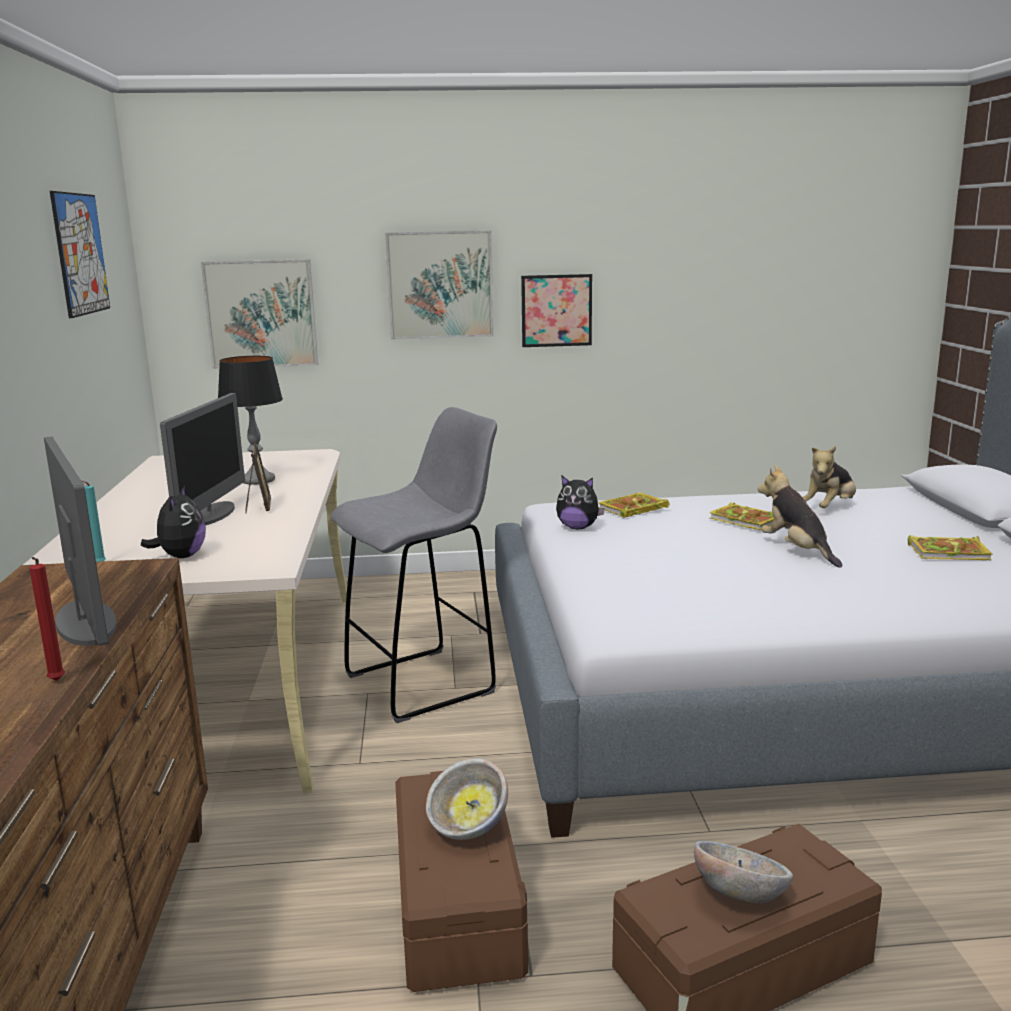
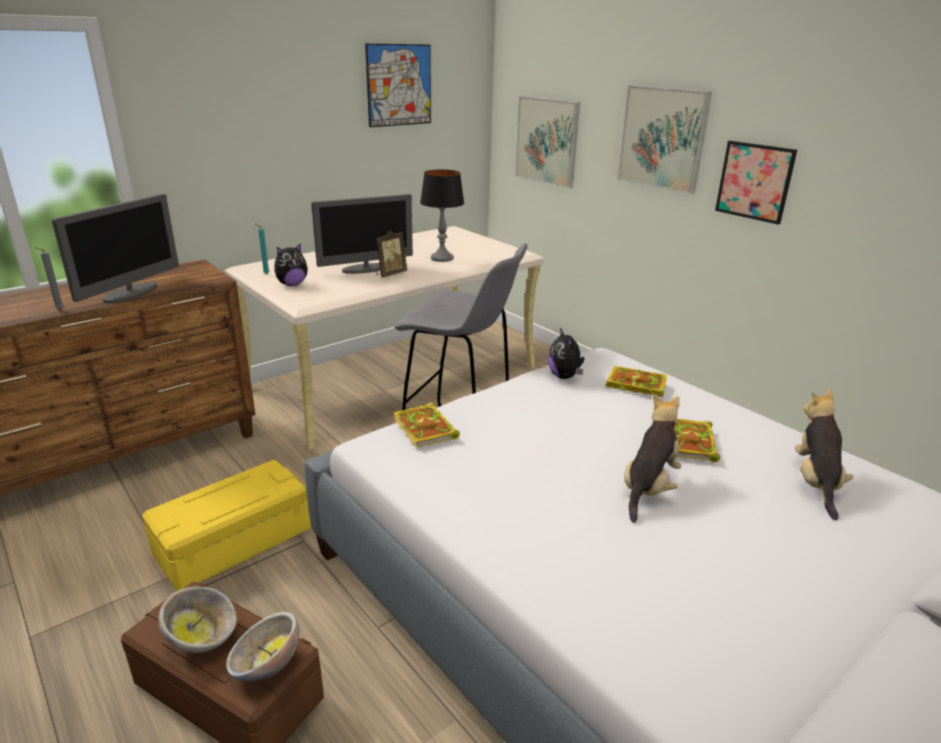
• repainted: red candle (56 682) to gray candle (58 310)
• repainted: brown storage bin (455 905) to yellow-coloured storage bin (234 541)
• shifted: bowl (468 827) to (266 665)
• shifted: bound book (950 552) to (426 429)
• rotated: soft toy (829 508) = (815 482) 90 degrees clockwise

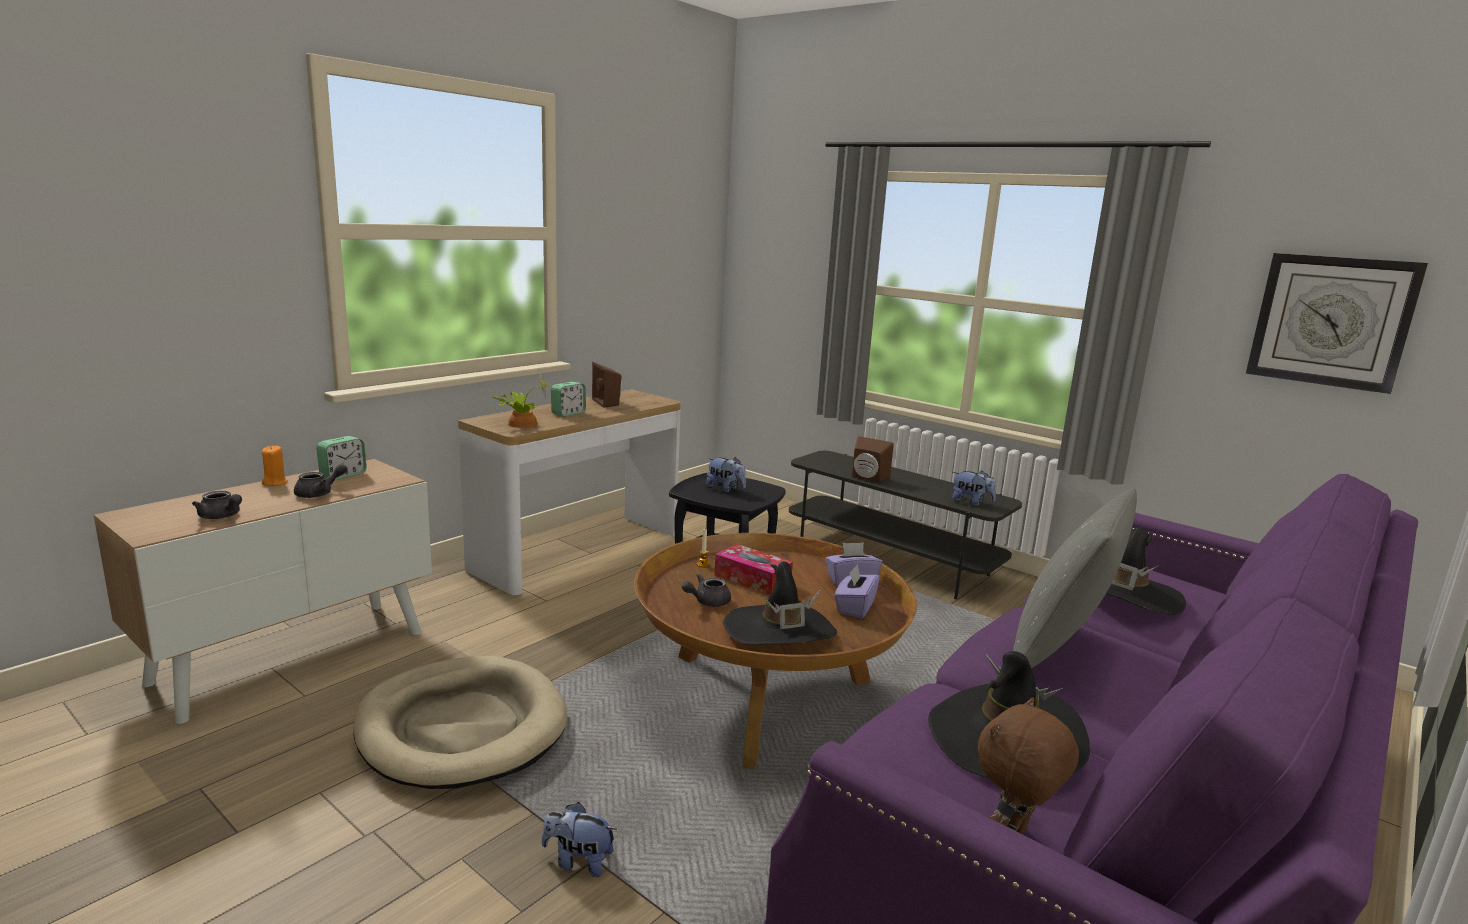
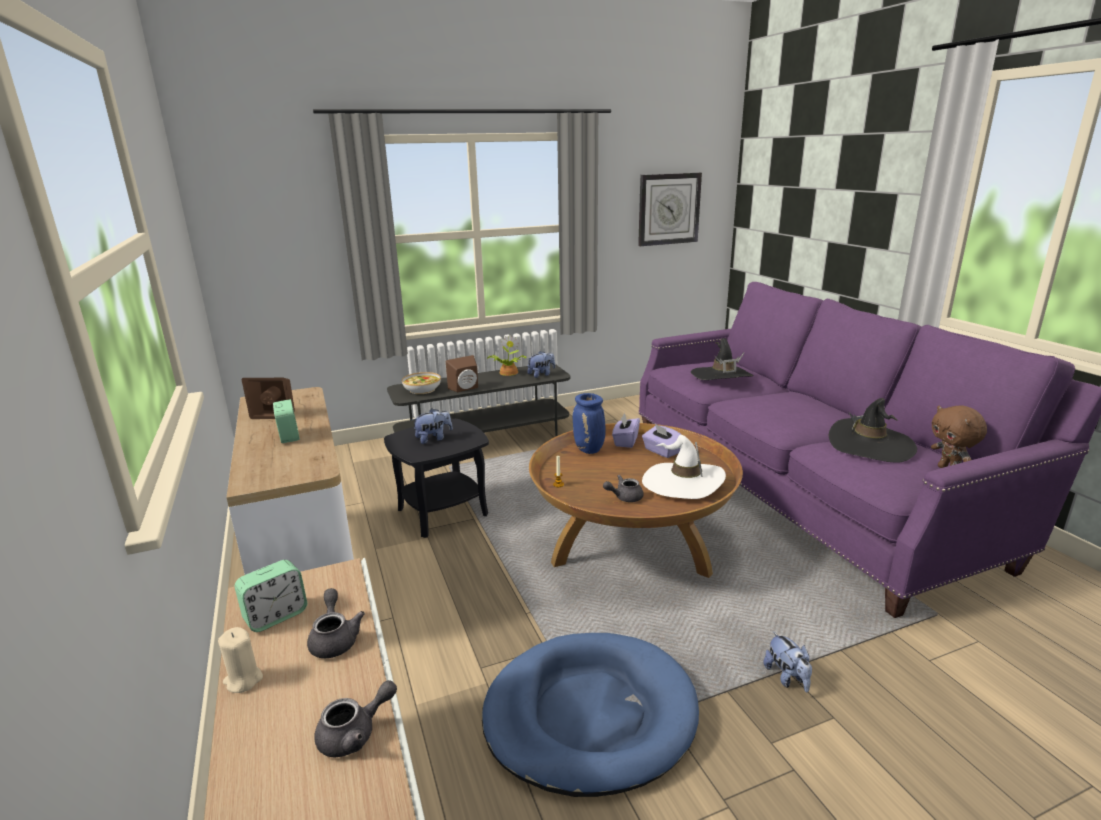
• repainted: orangey candle (275 482) to sand-coloured candle (243 680)
• rotated: table clock (343 475) = (276 616) 75 degrees clockwise
• new: bowl (422 389)
• repainted: sand-coloured dog bed (462 728) to blue-coloured dog bed (589 715)
• shifted: houseplant (521 424) to (507 373)
• new: blue-coloured flower vase (589 450)
• rotated: gray pot for tea (707 602) = (624 497) 75 degrees clockwise
• repainted: blackish hat (779 631) to white-coloured hat (682 483)
• rotated: soft toy (578 861) = (787 678) 60 degrees counterclockwise
• gone: tissue box (752 579)
• gone: gray throw pillow (1060 651)

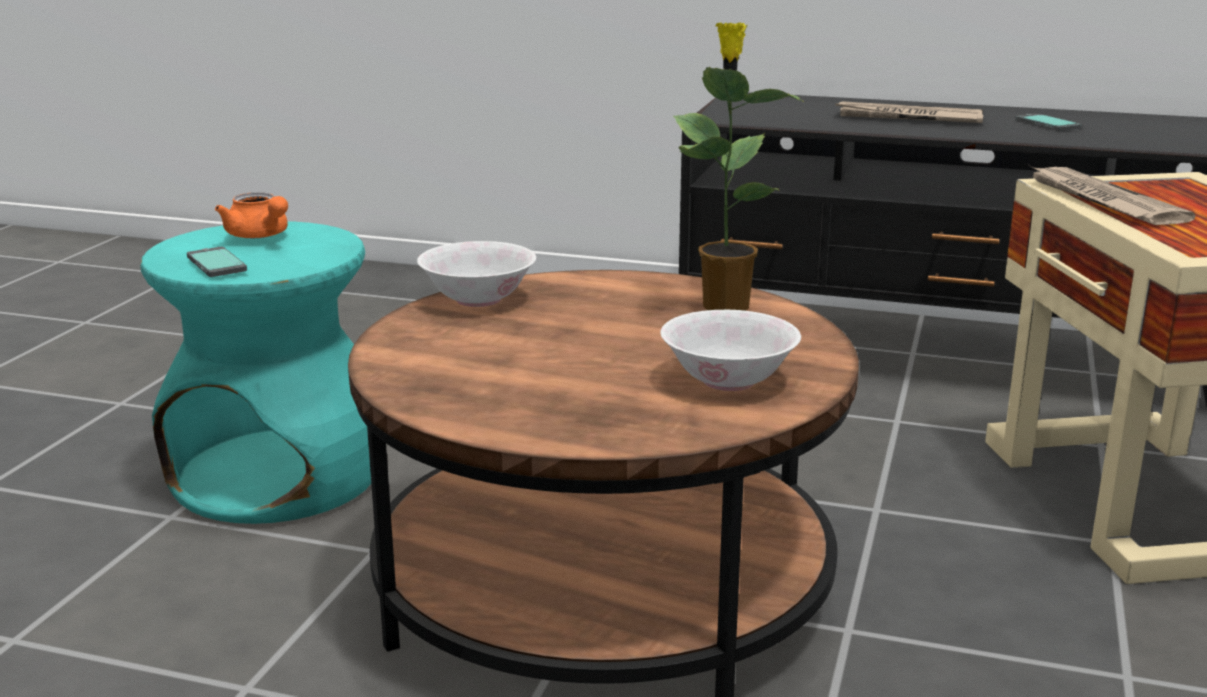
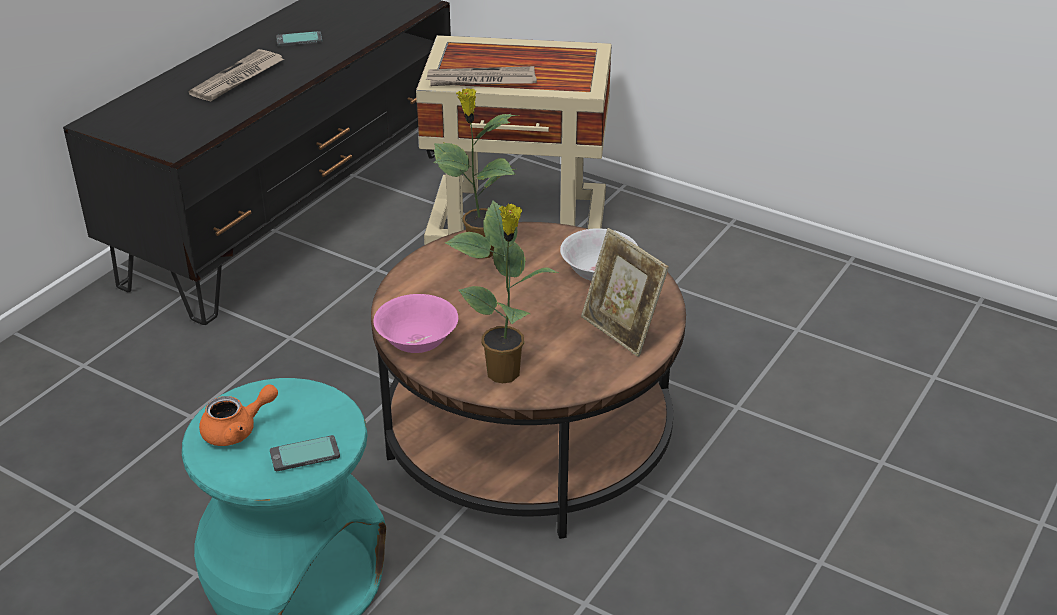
• repainted: white-coloured bowl (478 299) to pink bowl (416 343)
• new: houseplant (505 374)
• new: standing frame (621 331)

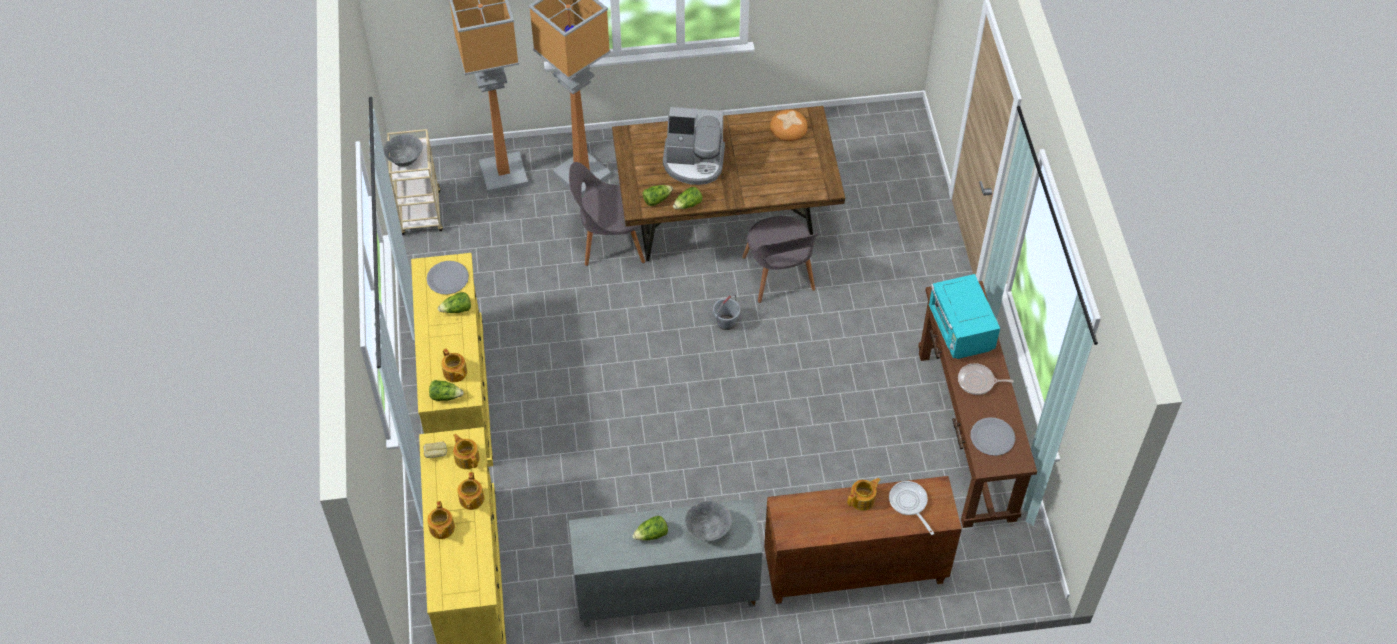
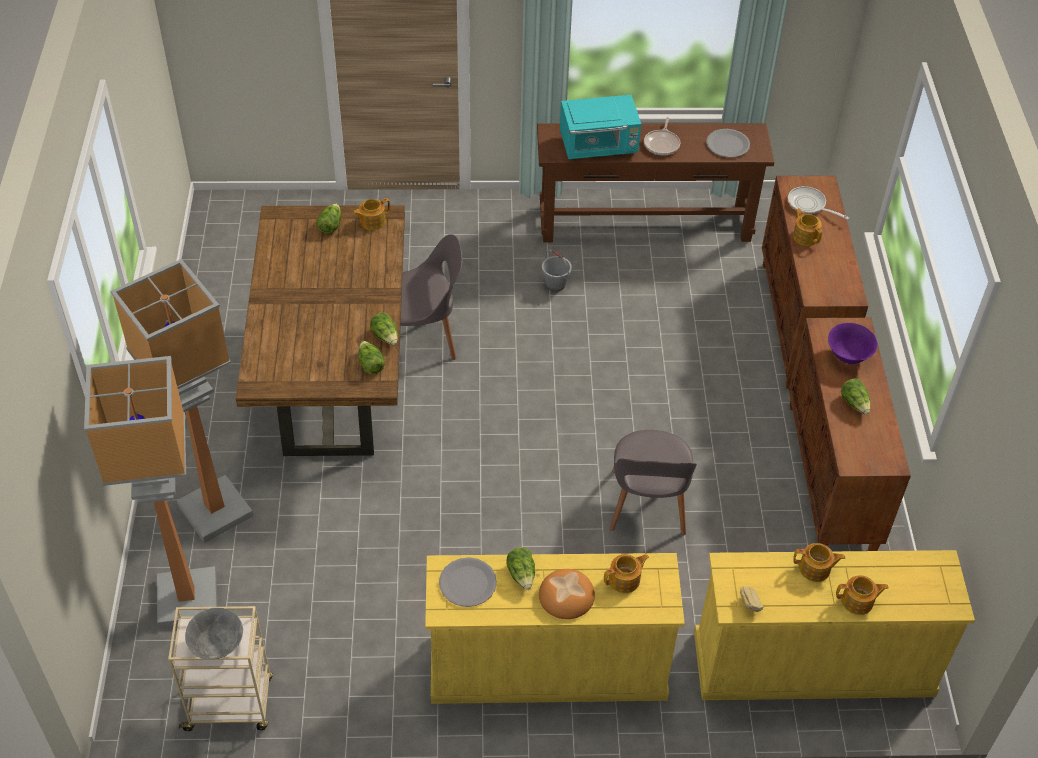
• shifted: lettuce (445 396) to (330 225)
• shifted: pot for tea (467 458) to (372 221)
• shifted: baked bread (788 127) to (566 596)
• shifted: gray water bucket (726 323) to (556 284)
• shifted: gray upright chair (610 241) to (647 505)
• rotated: pan (909 504) = (809 205) 60 degrees clockwise
• repainted: gray storage cabinet (665 594) to brown storage cabinet (832 477)
• repainted: gray bowl (707 531) to purplish bowl (848 357)
• gone: coffee machine (694 162)

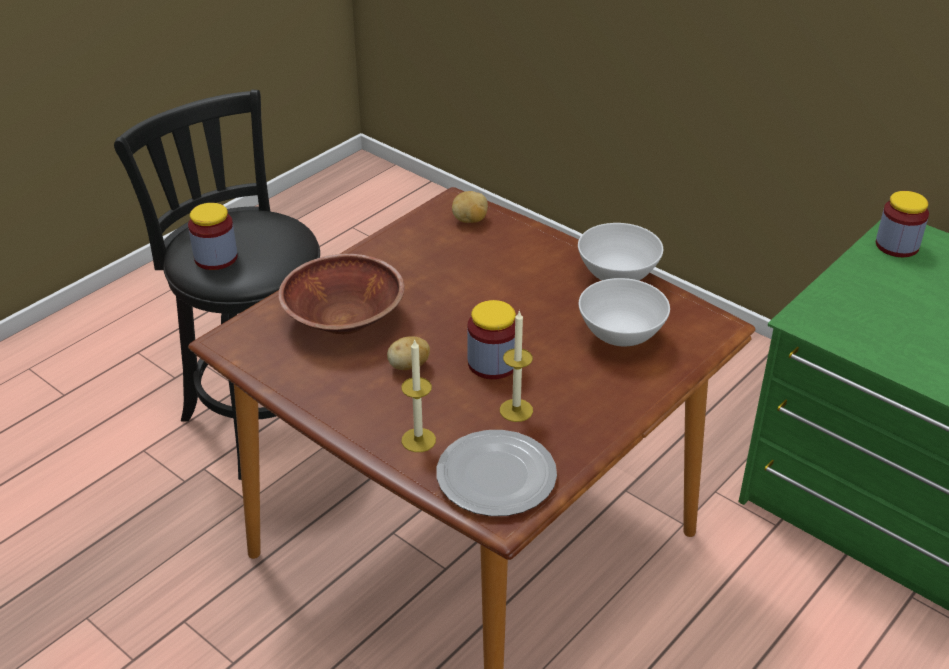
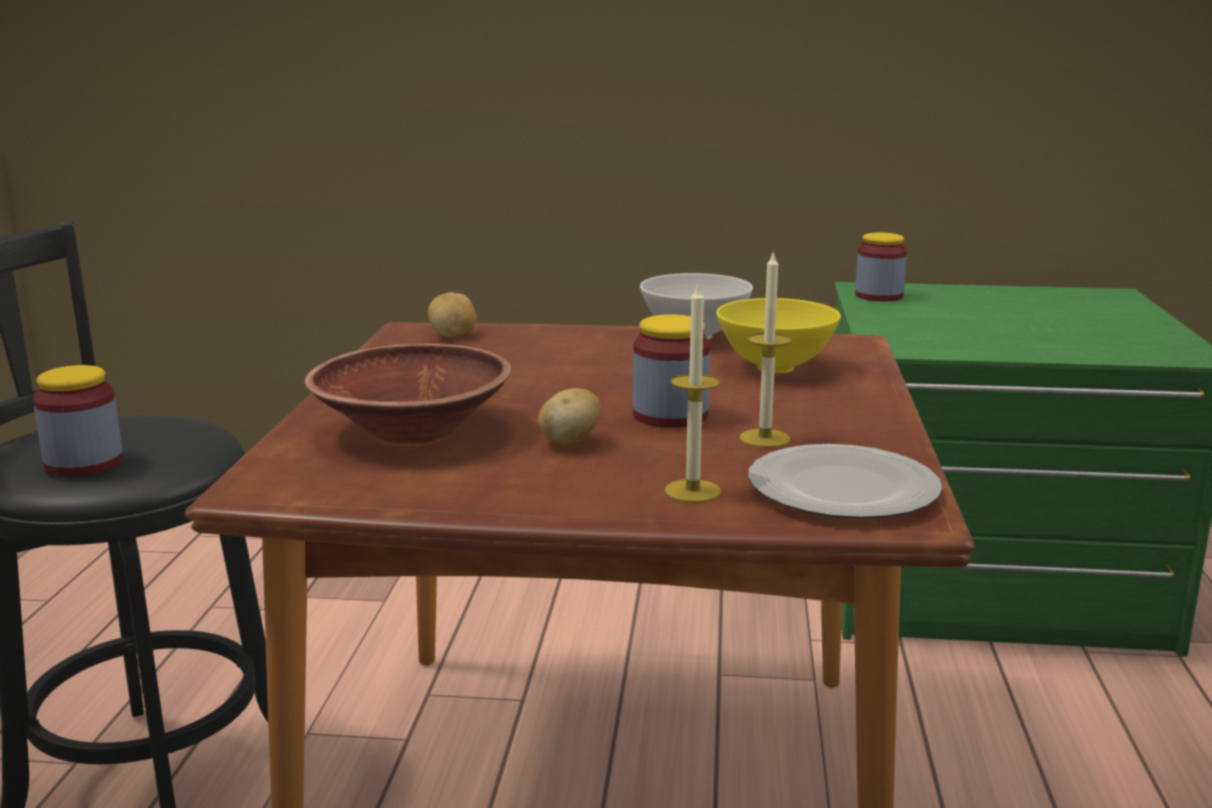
• repainted: white-coloured bowl (621 337) to yellow-coloured bowl (776 367)

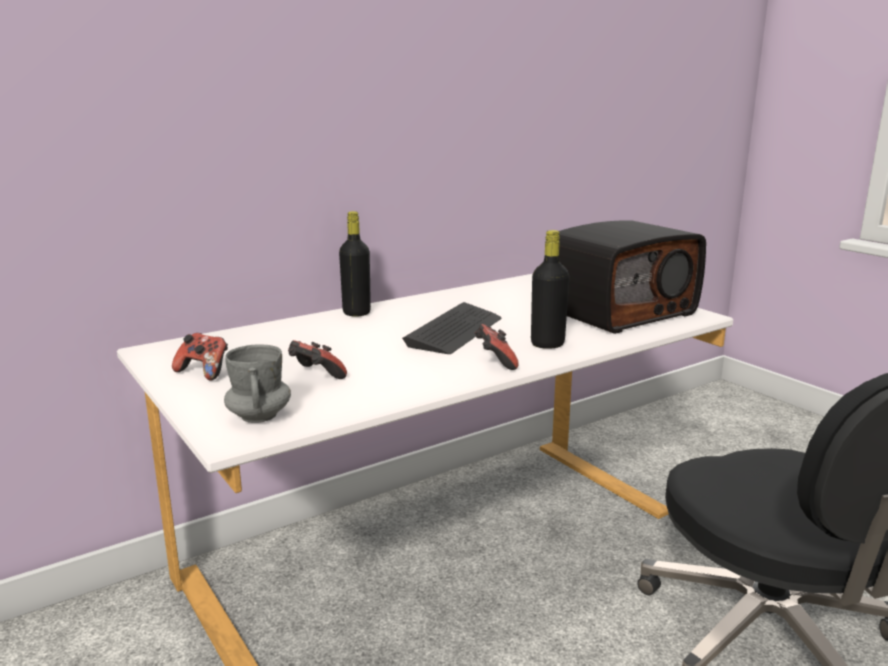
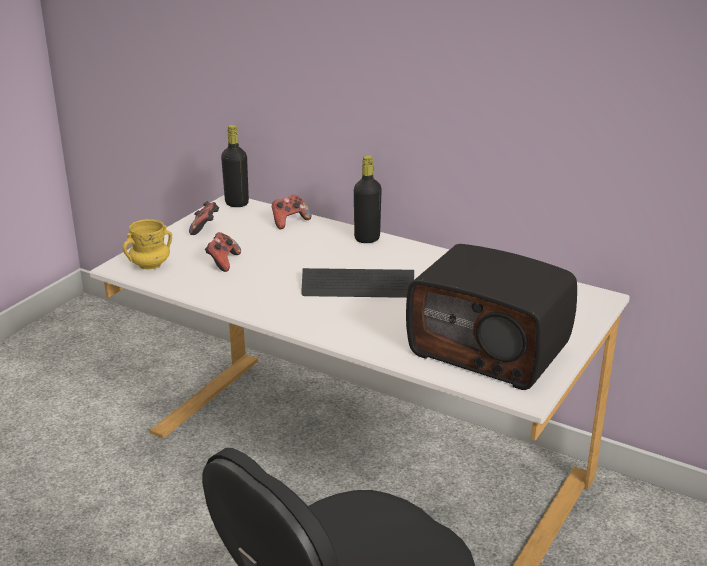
• repainted: gray mug (259 416) to yellow-coloured mug (150 265)
• shifted: blackish bottle (547 344) to (237 203)
• shifted: joypad (495 362) to (289 222)

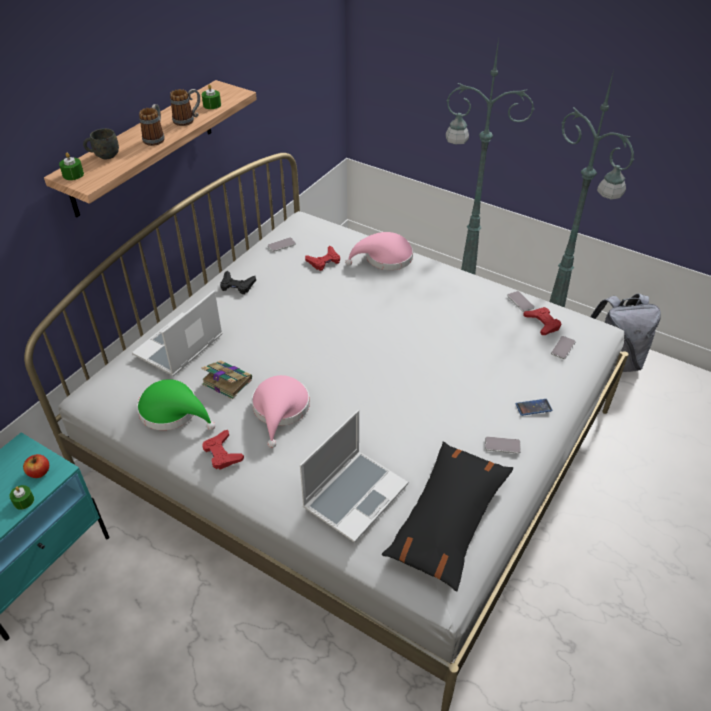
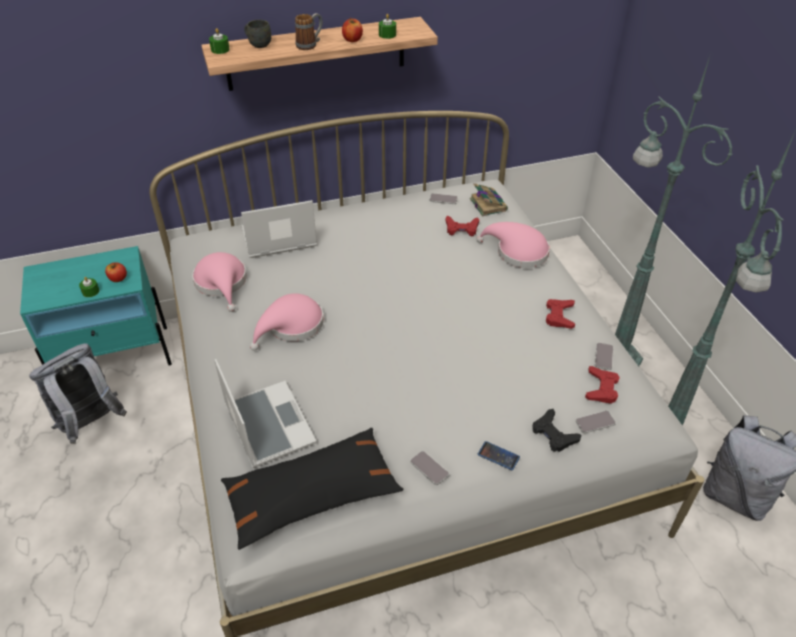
• new: gray rucksack (91 424)
• repainted: greenish hat (173 412) to pink hat (222 283)
• rotated: notebook computer (355 495) = (267 424) 105 degrees counterclockwise
• swapped: mug (188 120) to apple (352 40)
• shifted: bound book (226 381) to (487 204)
• shifted: blackish joypad (237 285) to (553 434)
• shifted: red joypad (222 453) to (559 316)

